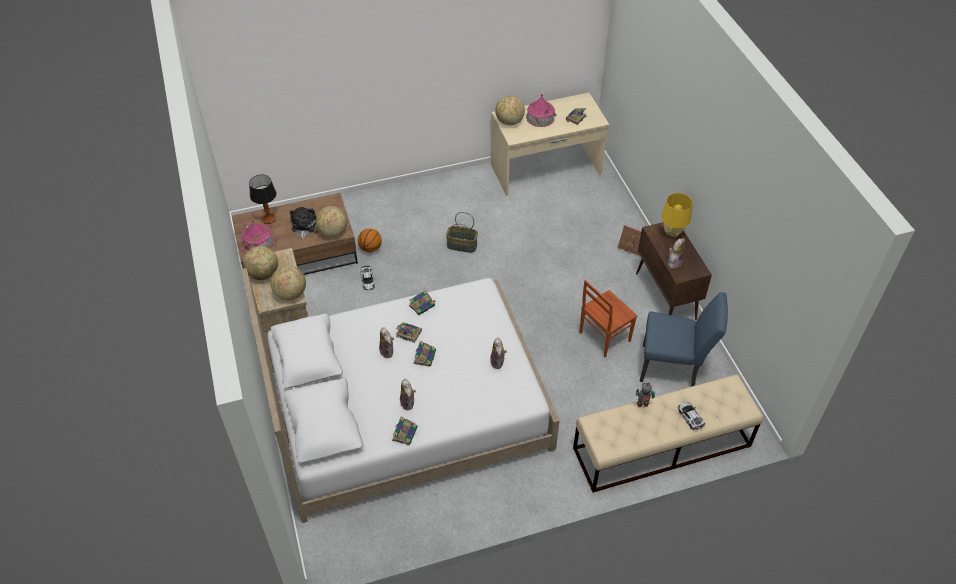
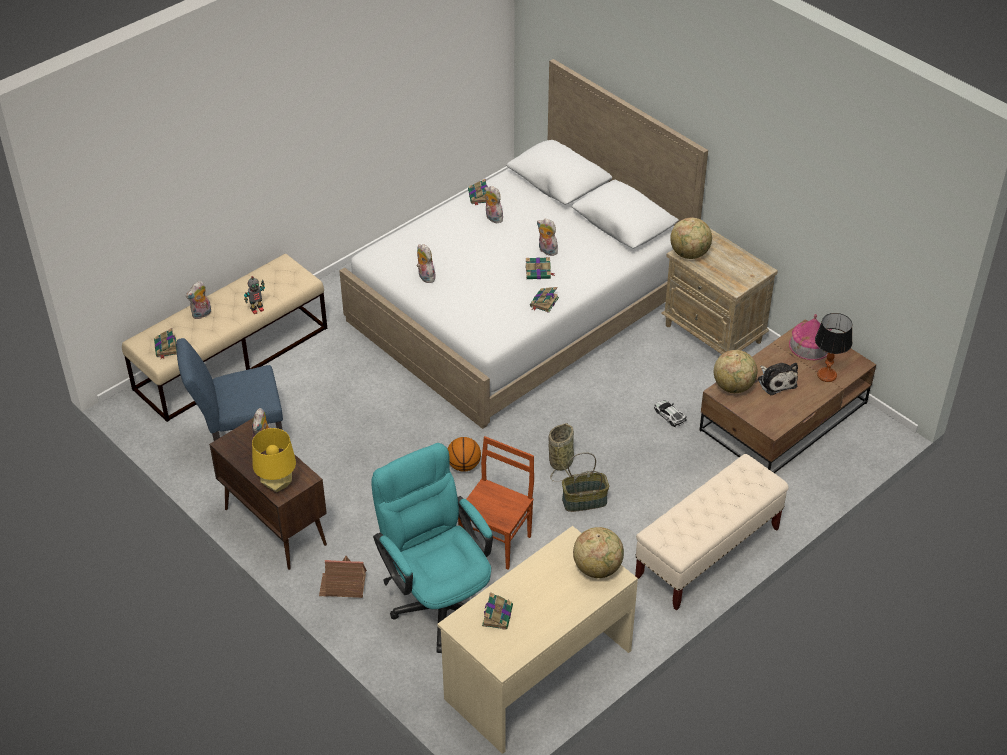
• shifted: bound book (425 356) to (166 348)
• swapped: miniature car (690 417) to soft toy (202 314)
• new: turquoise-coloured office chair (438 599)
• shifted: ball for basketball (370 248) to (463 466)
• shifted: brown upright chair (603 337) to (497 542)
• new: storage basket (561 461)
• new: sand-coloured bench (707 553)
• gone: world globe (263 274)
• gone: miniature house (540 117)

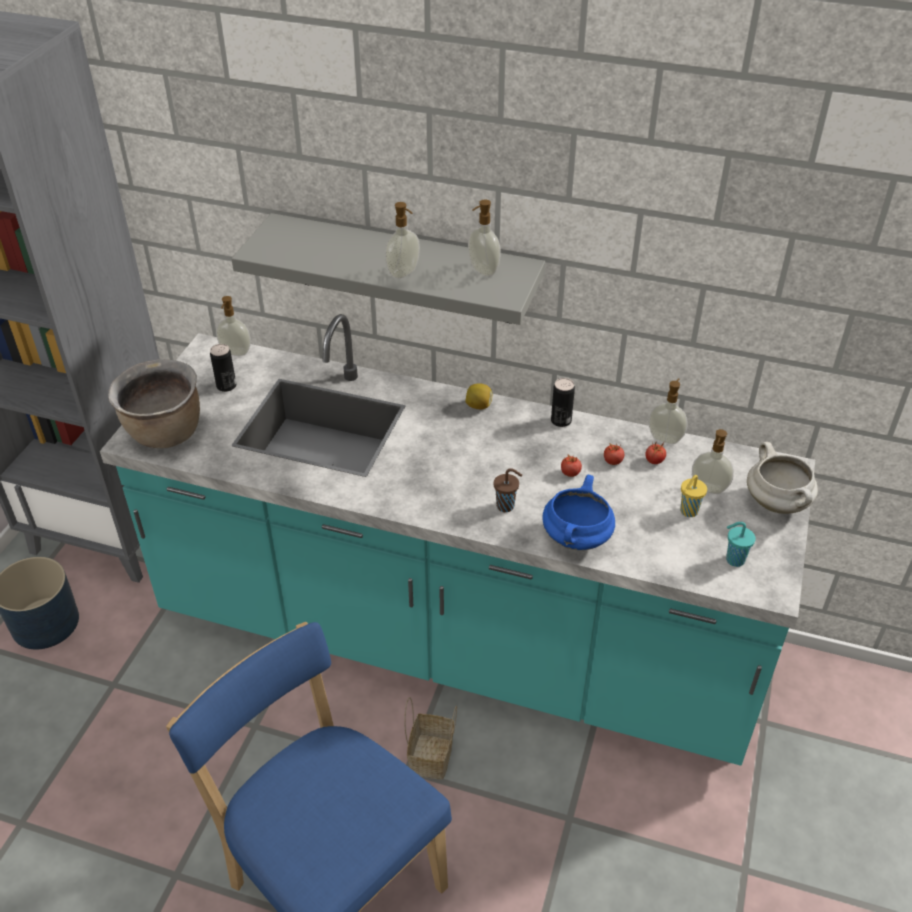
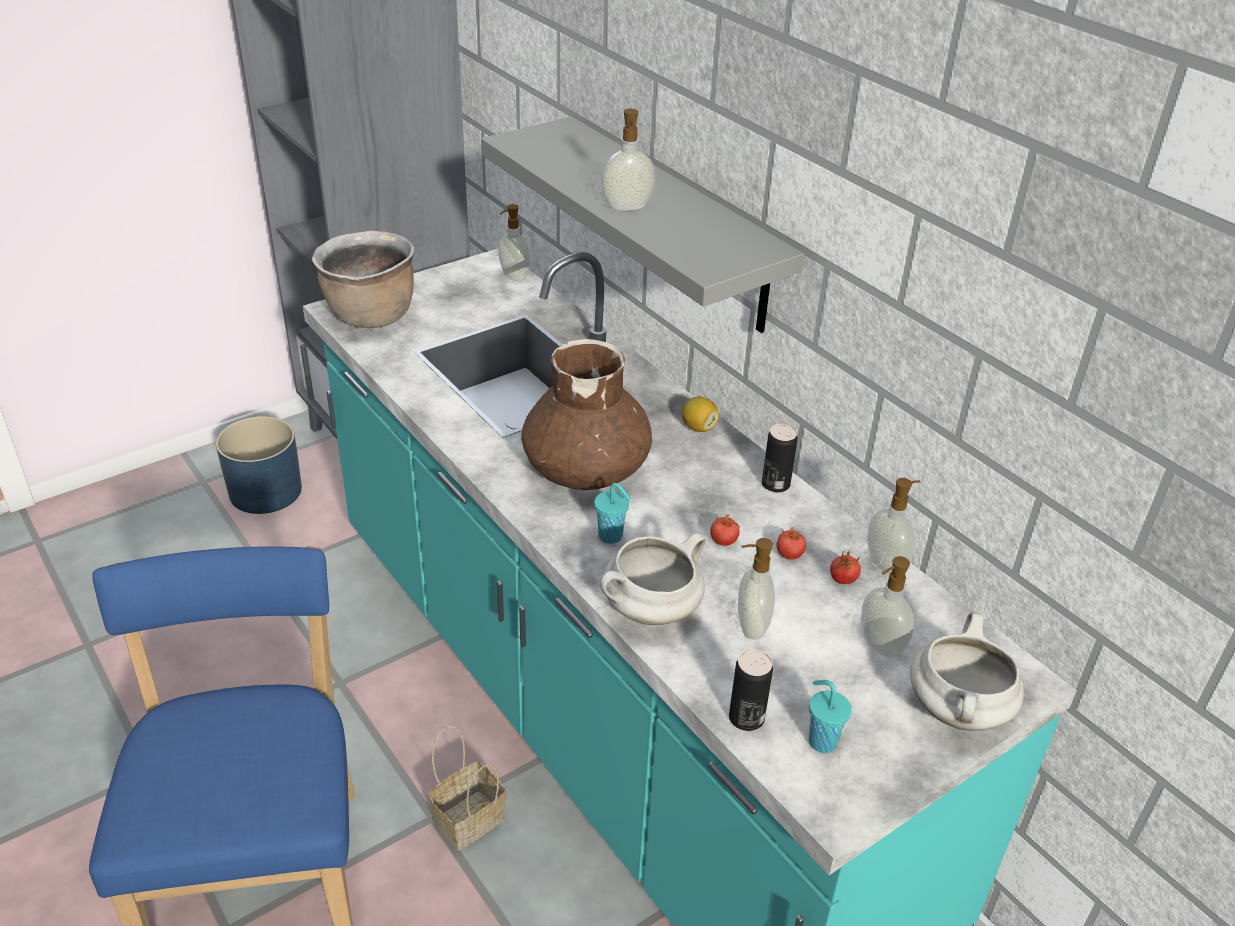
• new: brown flower vase (587 468)
• repainted: brown cup (506 506) to turquoise-coloured cup (612 537)
• repainted: blue-coloured stockpot (577 539) to white-coloured stockpot (651 611)
• shifted: metal can (226 386) to (746 718)
• shifted: soap dispenser (482 271) to (750 626)
• gone: yellow-coloured cup (688 512)

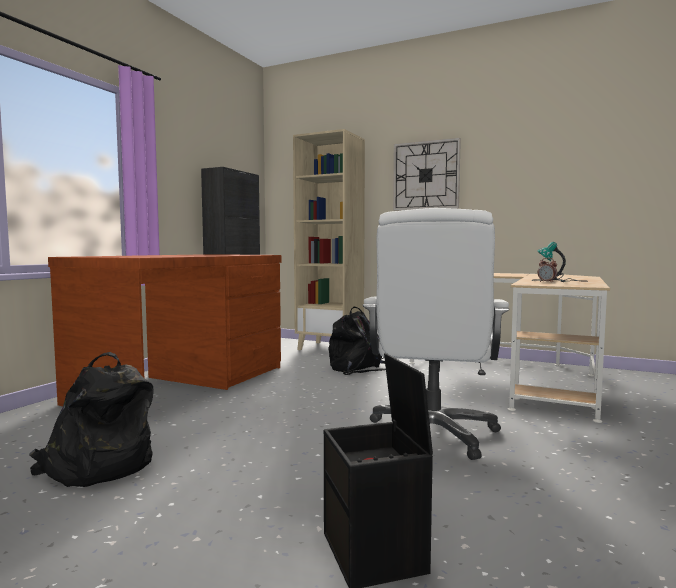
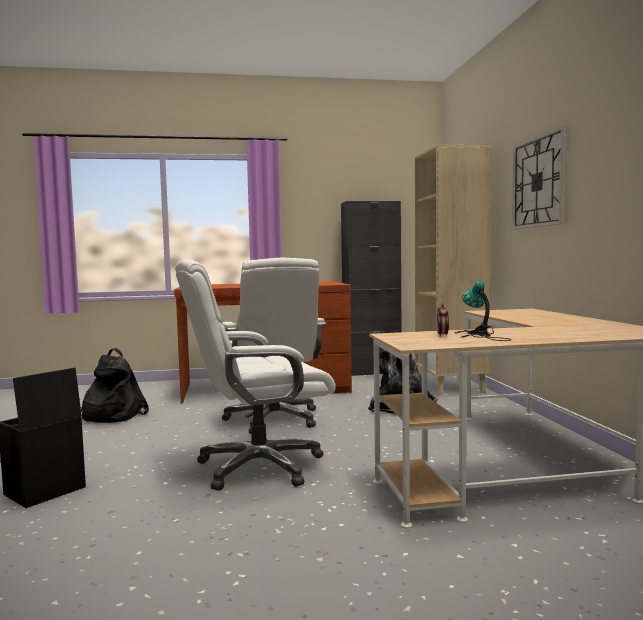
• new: white-coloured office chair (273 419)

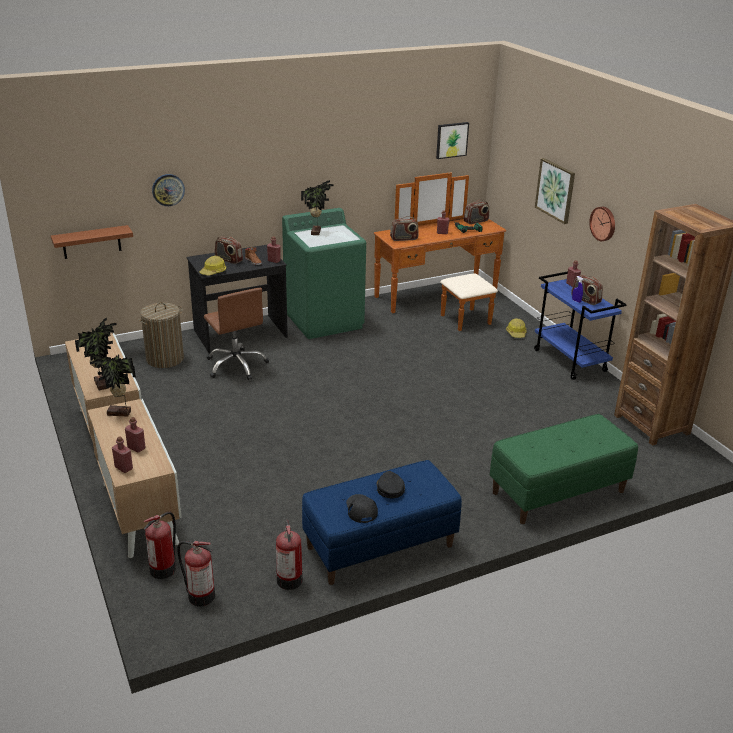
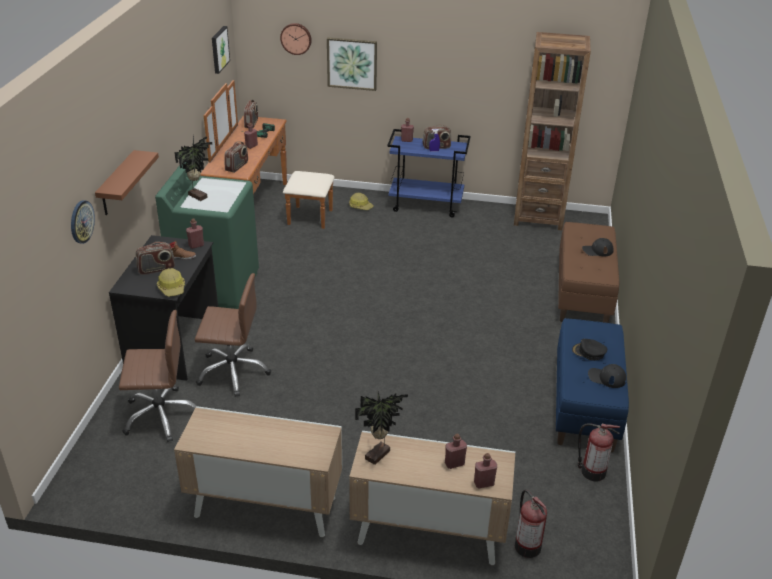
• shifted: brown wall shelf (91 242) to (117 184)
• swapped: laundry basket (165 359) to brown office chair (161 415)
• shifted: hanging clock (603 223) to (296 38)
• repainted: greenish bench (558 492) to brown bench (583 294)
• new: blackish baseball cap (597 250)
• gone: houseplant (103 384)
• gone: fire-fighting cylinder (200 595)

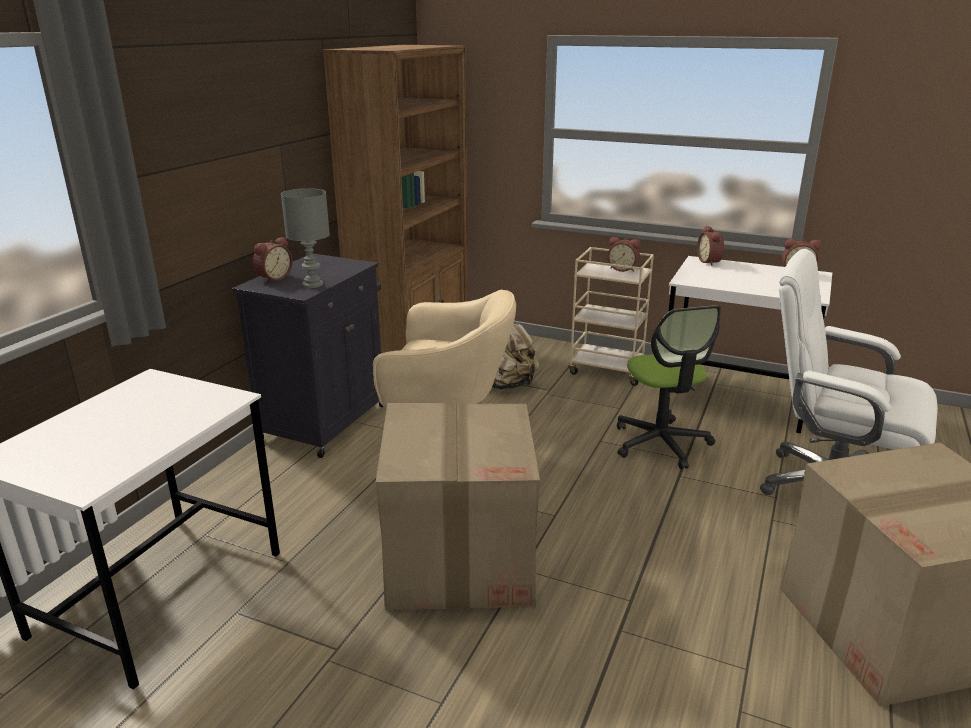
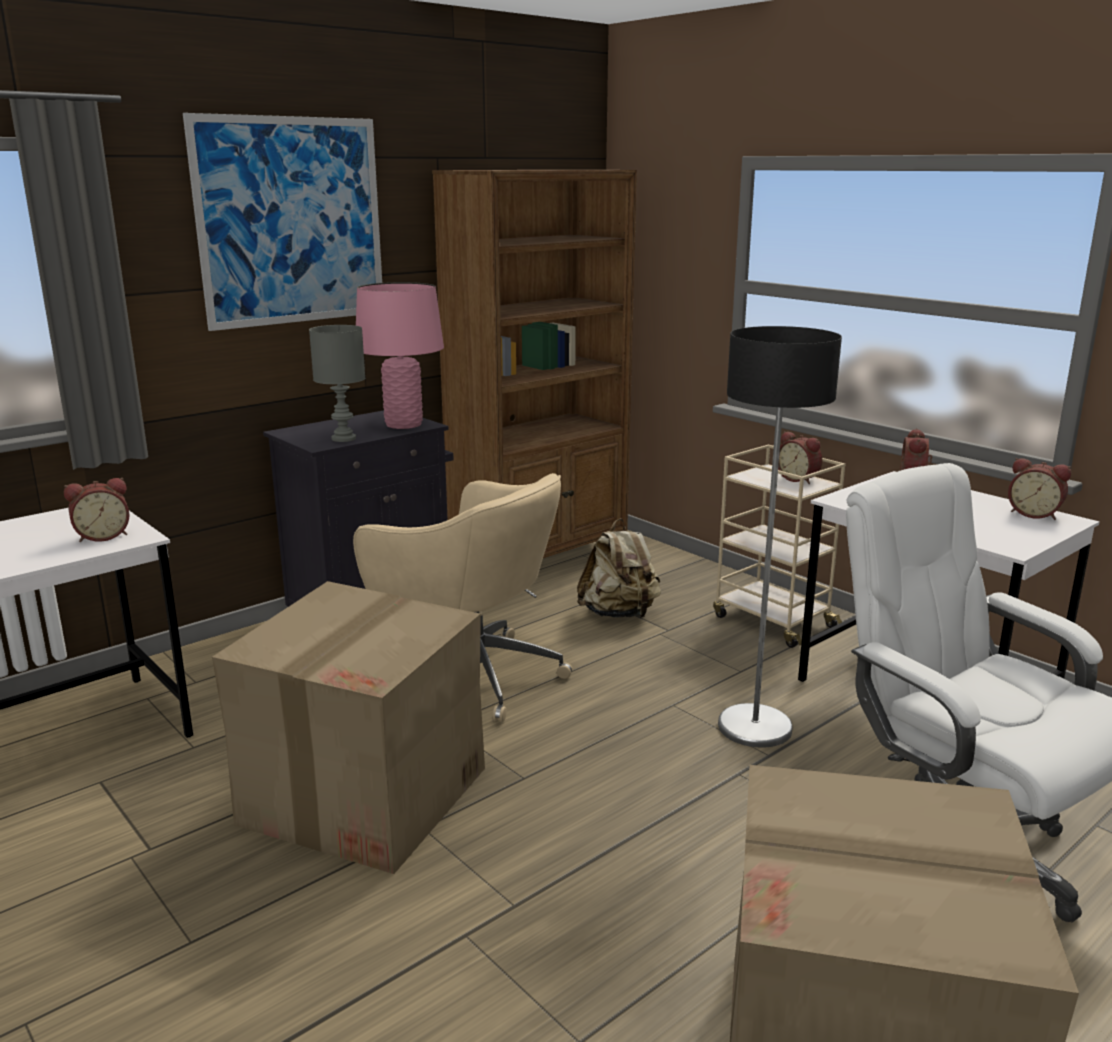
• shifted: table clock (273 278) to (102 536)
• new: picture (291 222)
• new: pink tabletop lamp (404 424)
• swapped: office chair (661 443) to standing lamp (754 727)

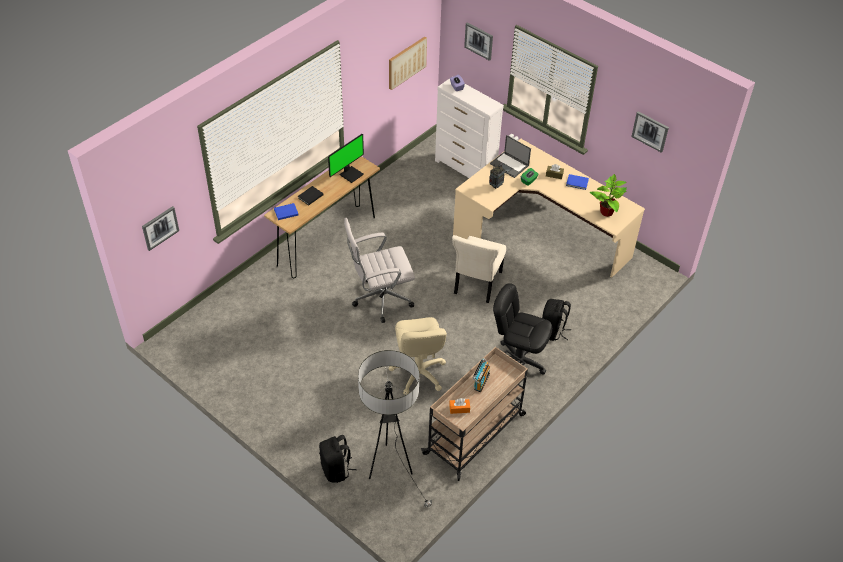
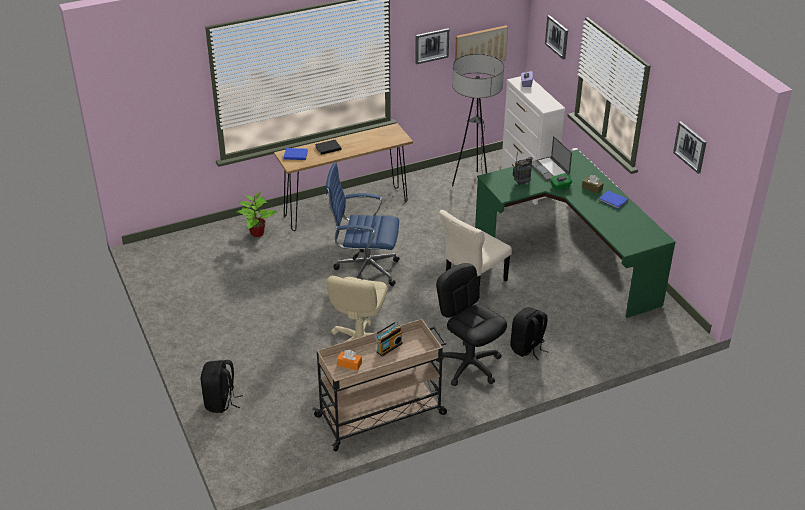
• shifted: houseplant (606 212) to (257 233)
• repainted: white-coloured office chair (380 299) to blue-coloured office chair (364 270)
• shifted: picture (160 227) to (431 45)
• shifted: standing lamp (391 469) to (473 187)
• repainted: sand-coloured desk table (540 235) to greenish desk table (571 259)
• gone: computer screen (351 174)

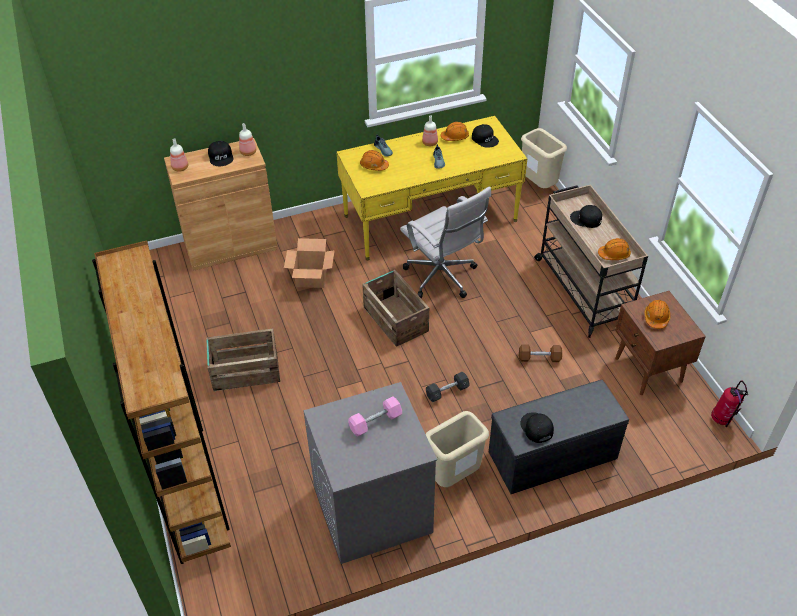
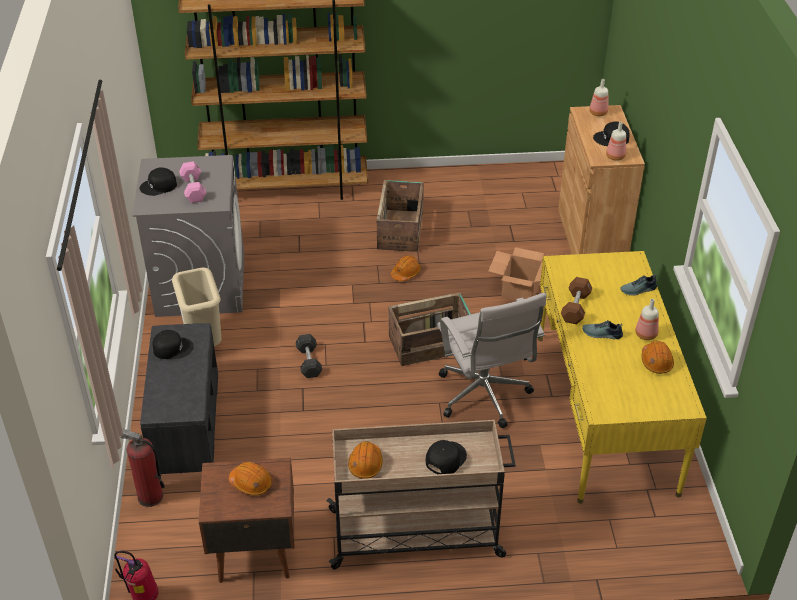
• new: fire-fighting cylinder (150 497)
• shifted: blackish baseball cap (485 139) to (159 186)
• shifted: orangey hard hat (374 165) to (406 273)
• rotated: white-coloured office chair (442 278) = (484 398) 90 degrees counterclockwise
• shifted: brown dumbbell (539 358) to (575 307)
• gone: sand-coloured rubbish bin (538 186)

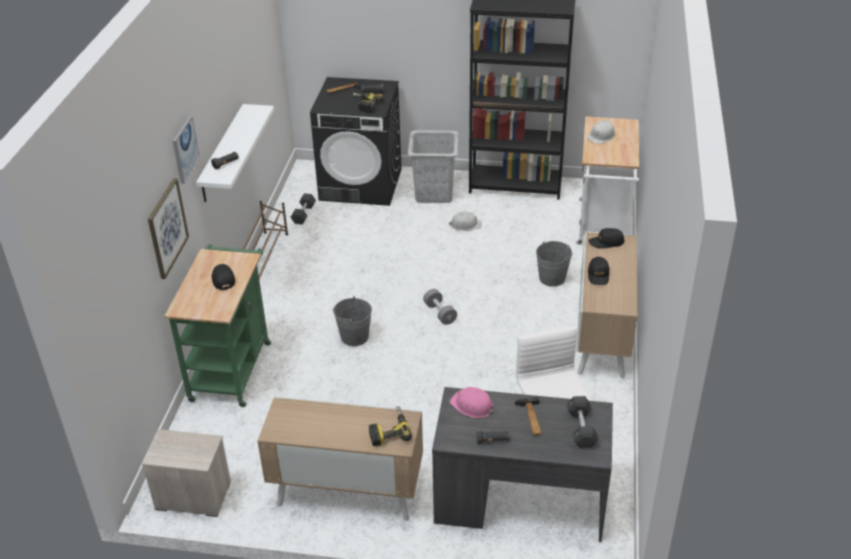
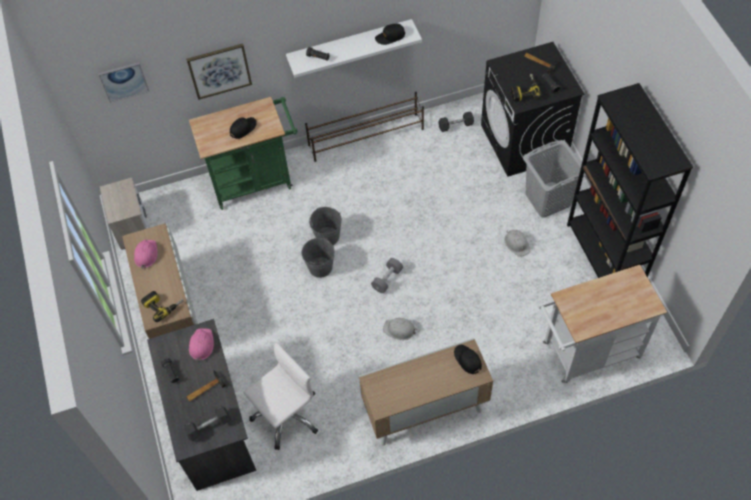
• shifted: picture (184 149) to (124 81)
• new: pink hard hat (146 254)
• shifted: gray water bucket (552 278) to (320 267)
• shifted: blackish baseball cap (598 275) to (390 37)
• shifted: white-coloured hard hat (601 136) to (399 329)

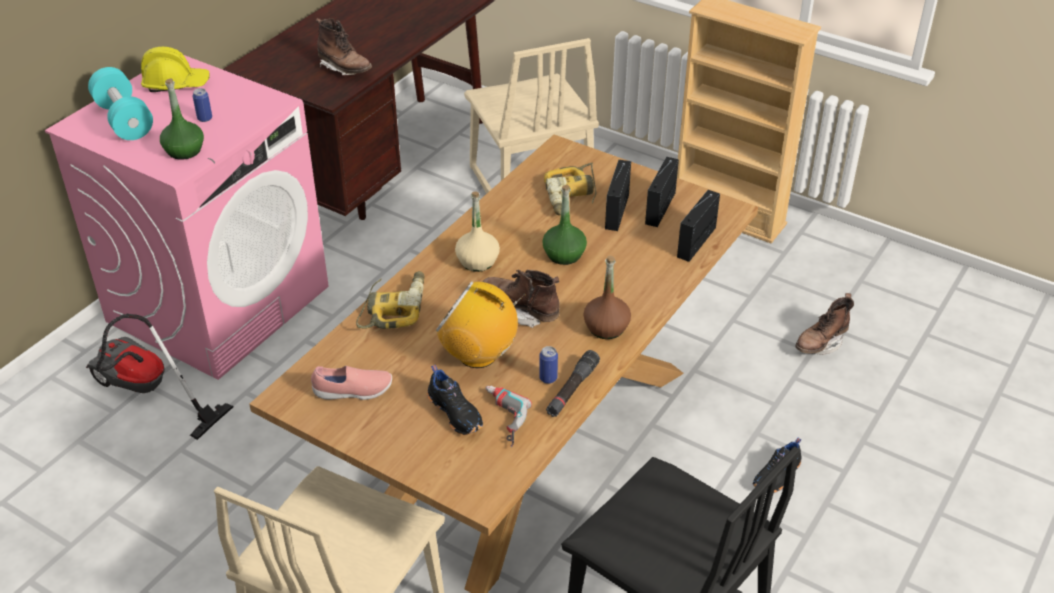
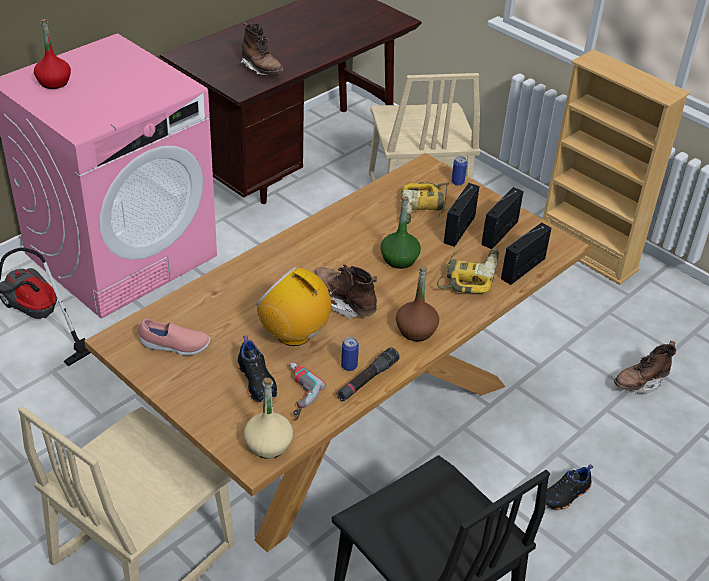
• swapped: turquoise-coloured dumbbell (124 120) to red bottle (54 82)
• shifted: sand-coloured bottle (477 261) to (268 445)
• shifted: electric drill (393 307) to (469 275)
• shifted: metal can (205 118) to (457 182)
• gone: yellow-coloured hard hat (176 84)
• gone: greenish bottle (184 151)

